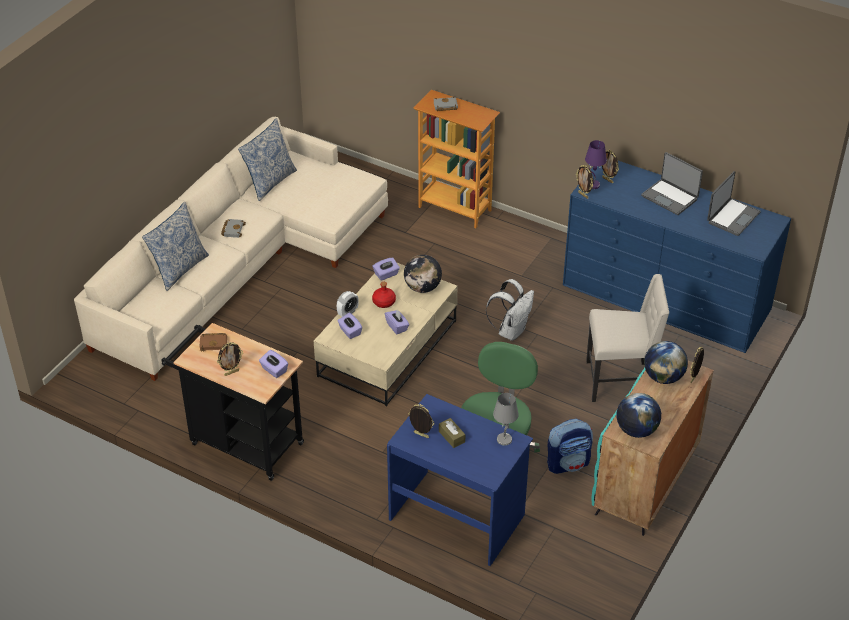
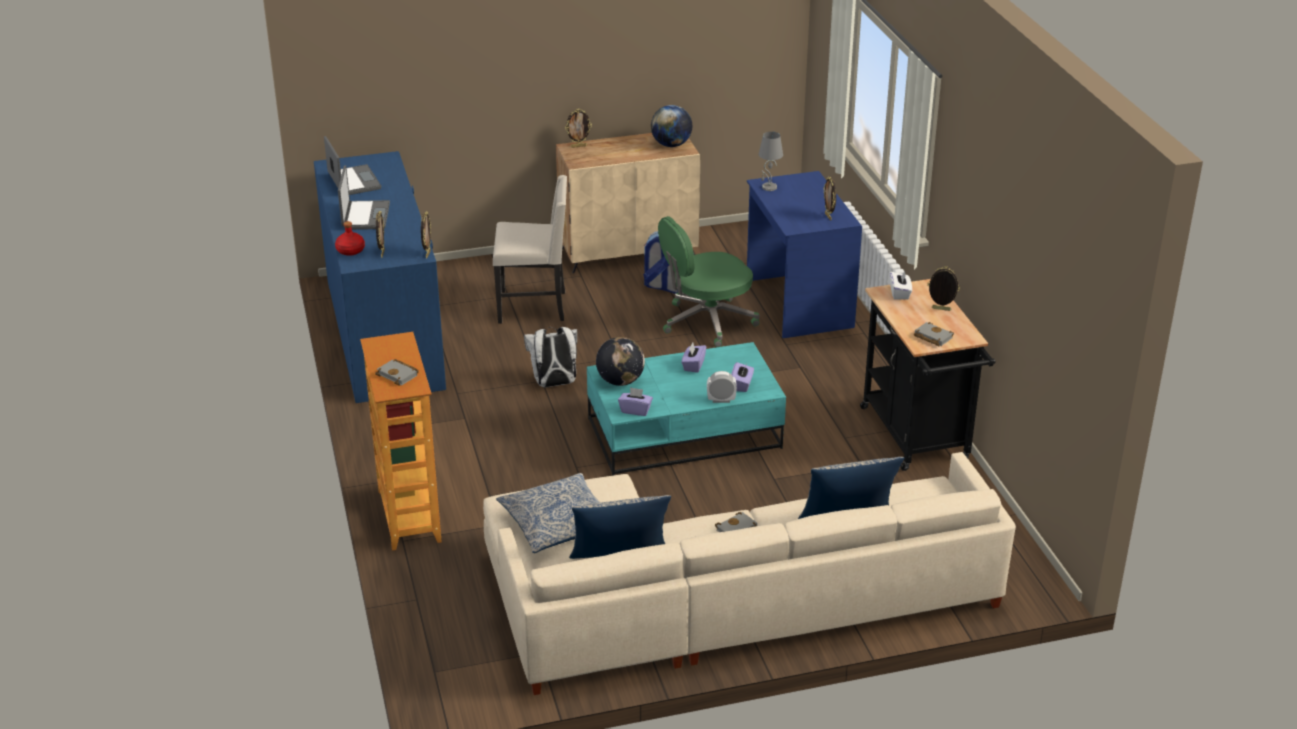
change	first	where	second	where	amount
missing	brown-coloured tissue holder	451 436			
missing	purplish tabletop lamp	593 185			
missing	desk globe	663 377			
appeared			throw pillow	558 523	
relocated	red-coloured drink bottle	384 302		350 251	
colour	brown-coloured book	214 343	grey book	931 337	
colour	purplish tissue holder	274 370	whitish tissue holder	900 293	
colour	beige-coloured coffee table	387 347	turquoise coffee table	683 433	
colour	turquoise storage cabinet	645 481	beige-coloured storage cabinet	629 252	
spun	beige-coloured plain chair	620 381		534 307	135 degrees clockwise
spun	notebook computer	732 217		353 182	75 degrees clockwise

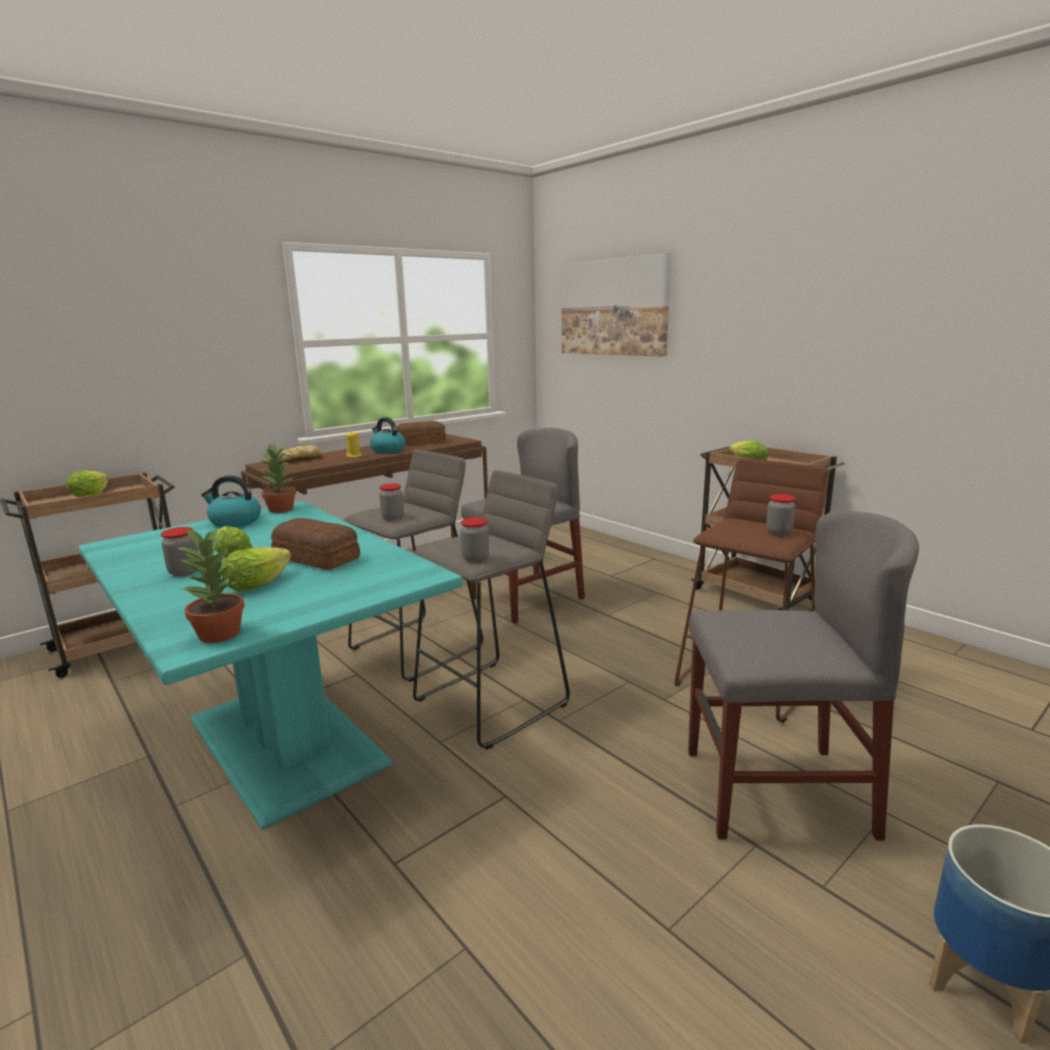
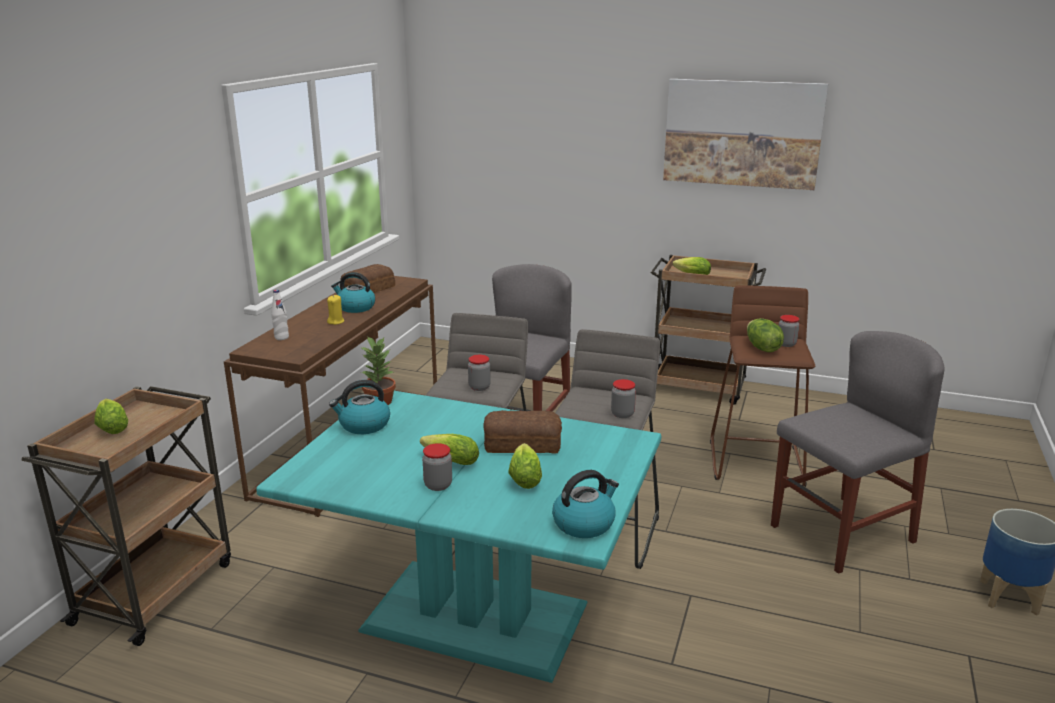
change	first	where	second	where	amount
appeared			head of lettuce	761 348	
relocated	wall picture	613 307		742 133	
exchanged	houseplant	220 633	kettle	584 523	
exchanged	bakery bread	297 460	whitish drink bottle	281 337	

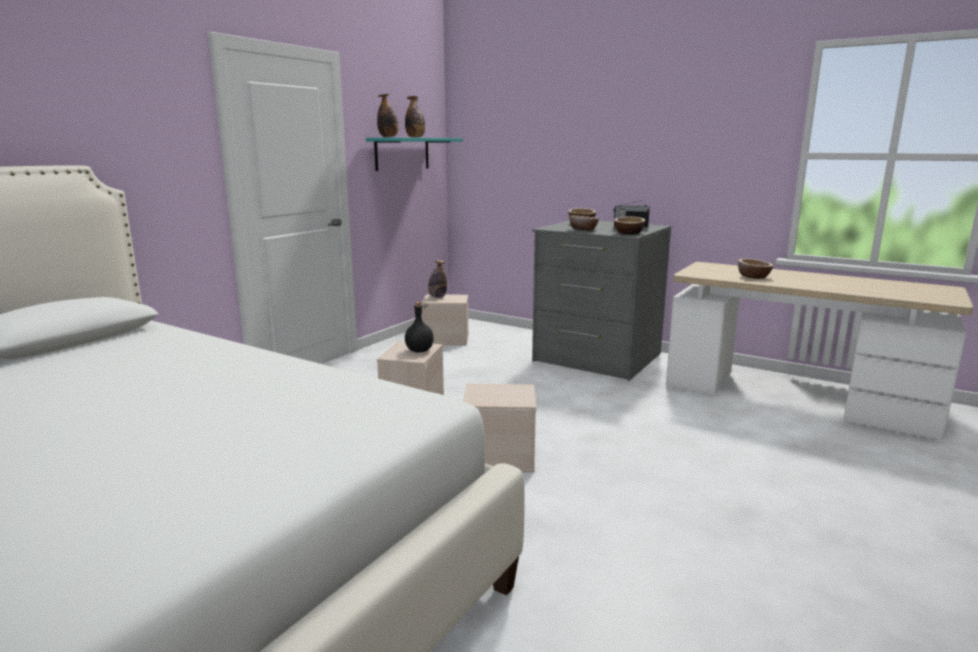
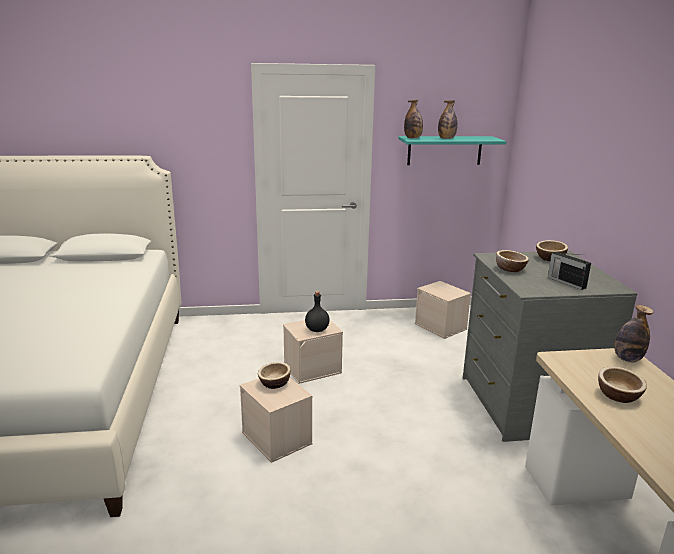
change	first	where	second	where	amount
relocated	drink bottle	437 297		627 359	
relocated	deep dish	628 233		274 383	

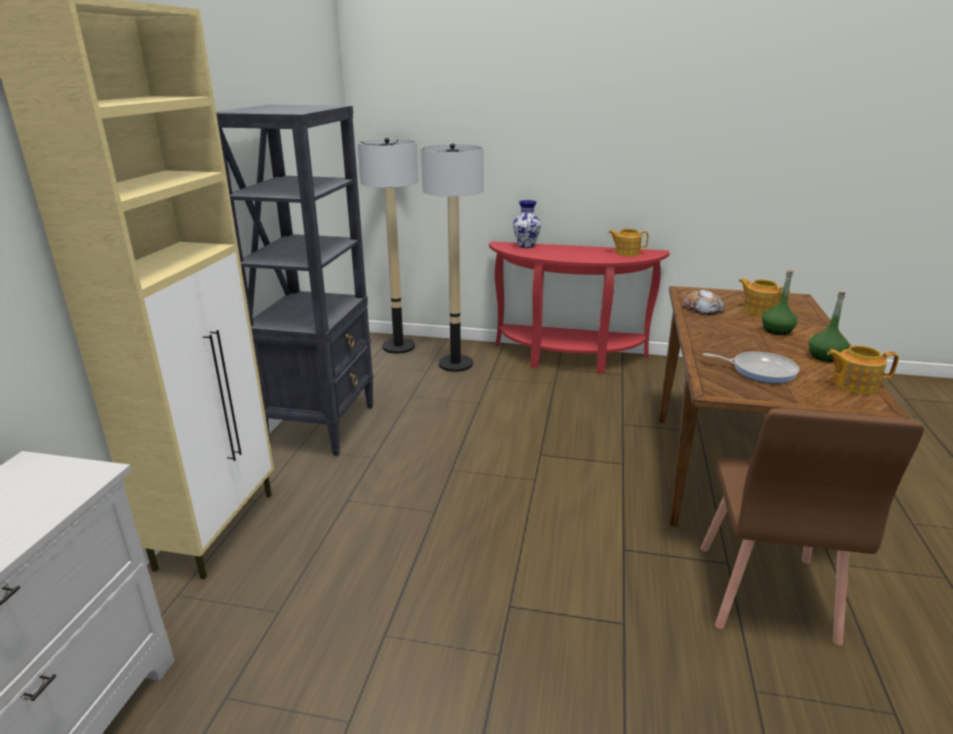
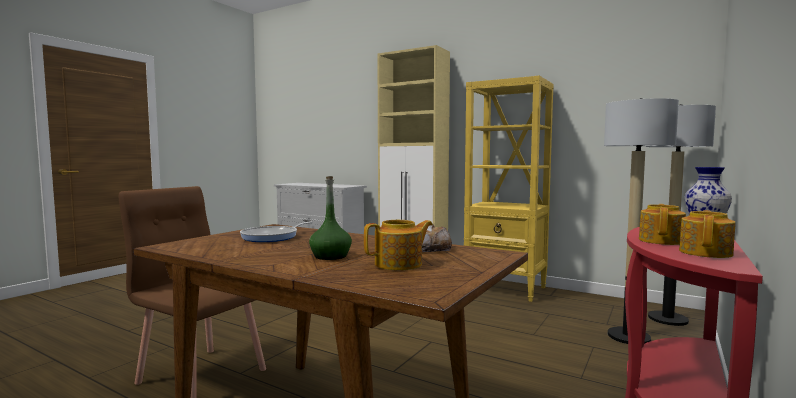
change	first	where	second	where	amount
missing	green-coloured drink bottle	825 356			
relocated	pot for tea	854 384		661 241	
colour	black-coloured shelving unit	322 425	yellow-coloured shelving unit	506 289	

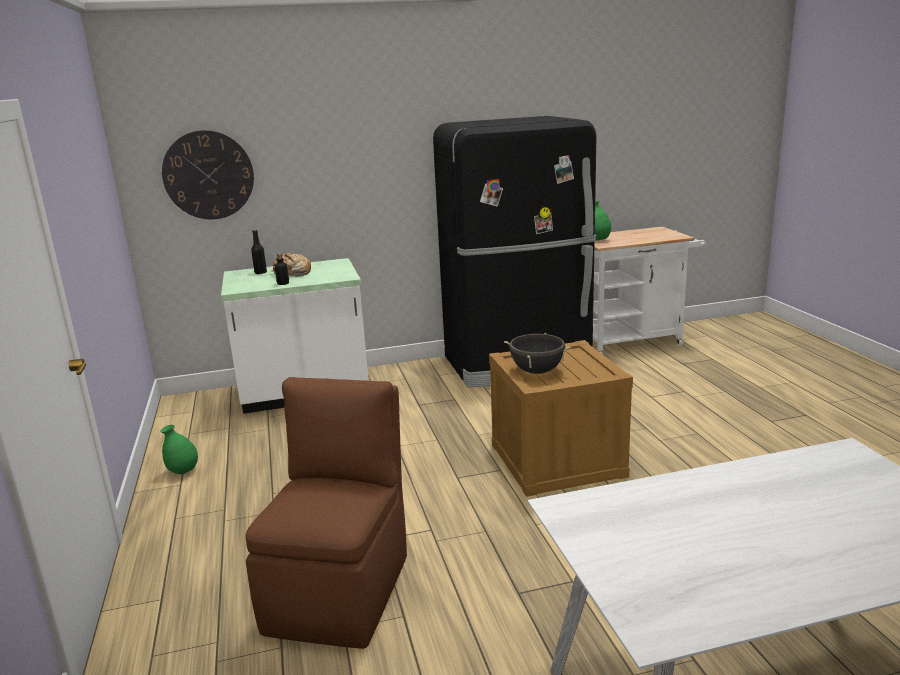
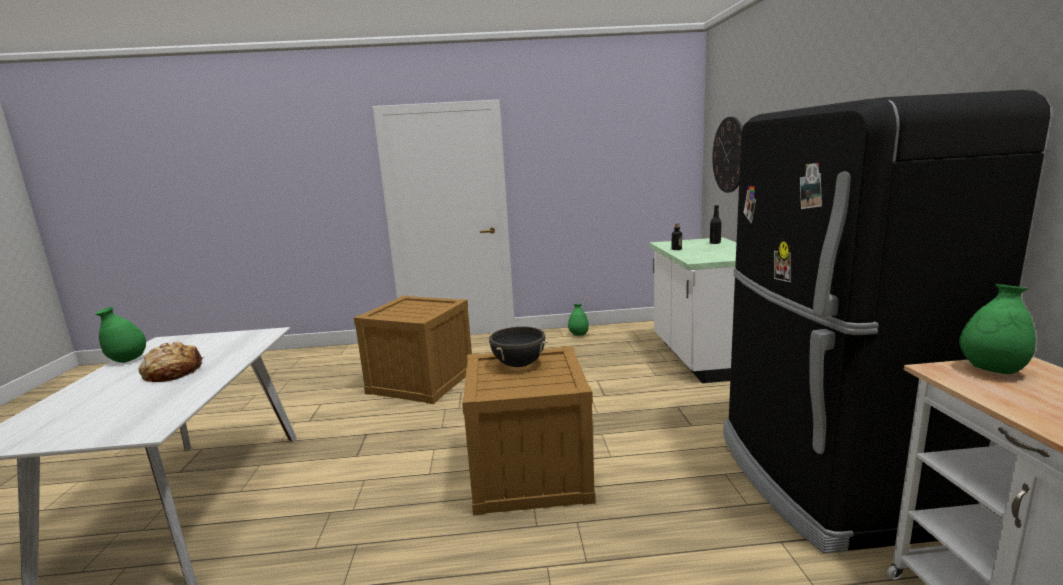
change	first	where	second	where	amount
appeared			green-coloured decorative vase	128 360	
relocated	bakery bread	292 273		173 372	
exchanged	brown-coloured plain chair	341 590	packing crate	421 382	

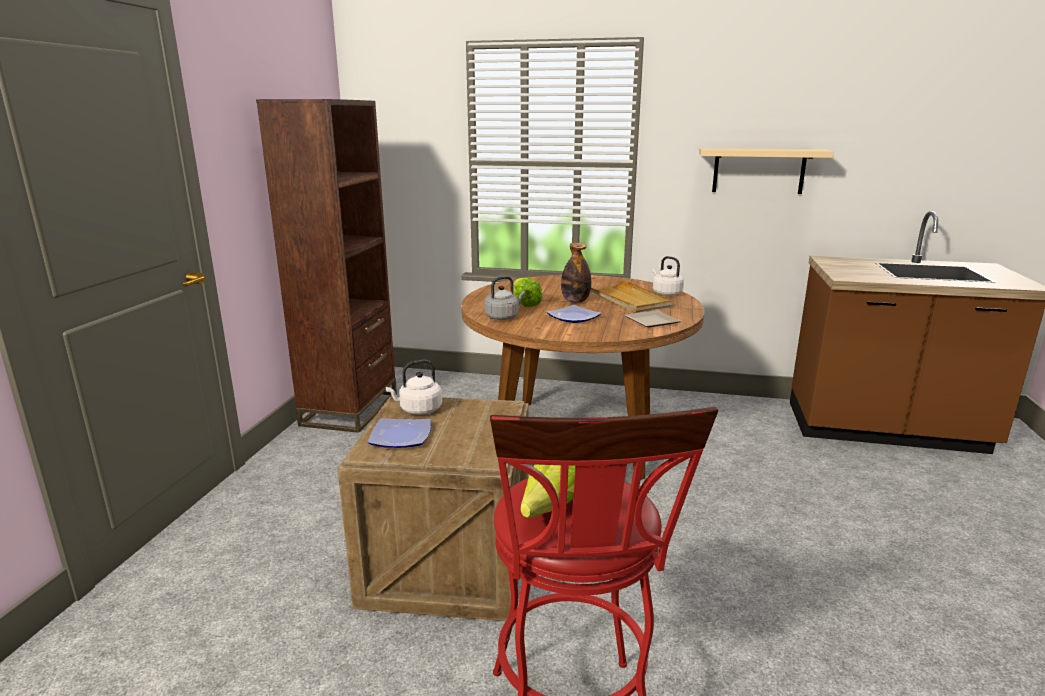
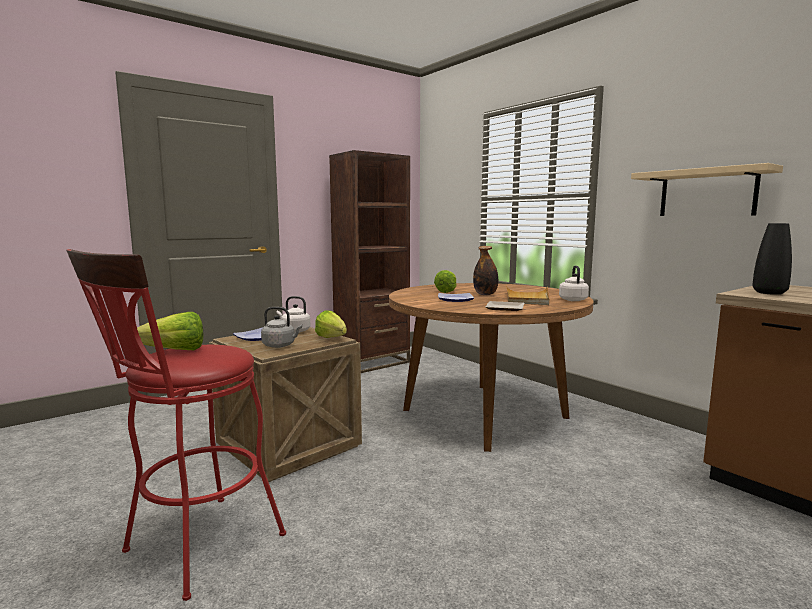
change	first	where	second	where	amount
appeared			head of lettuce	333 339	
appeared			black-coloured decorative vase	769 293	
relocated	grey kettle	503 317		280 345	

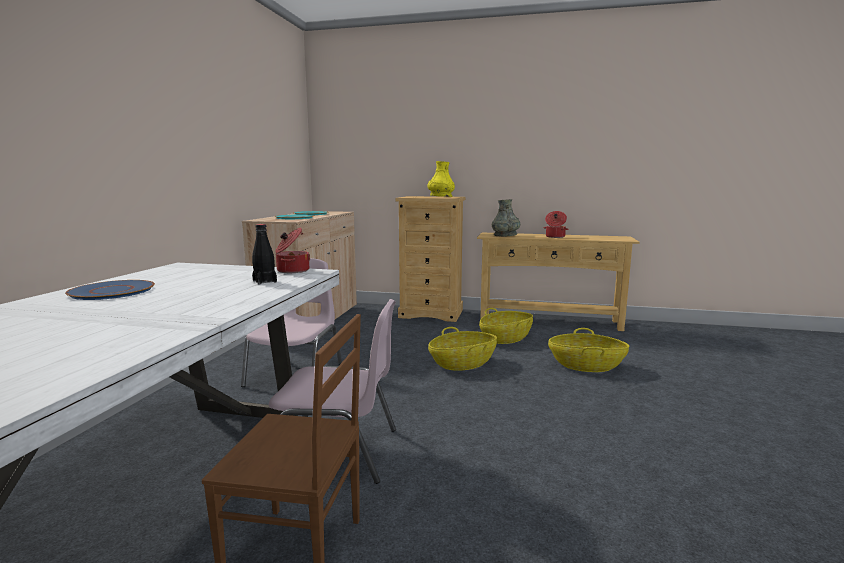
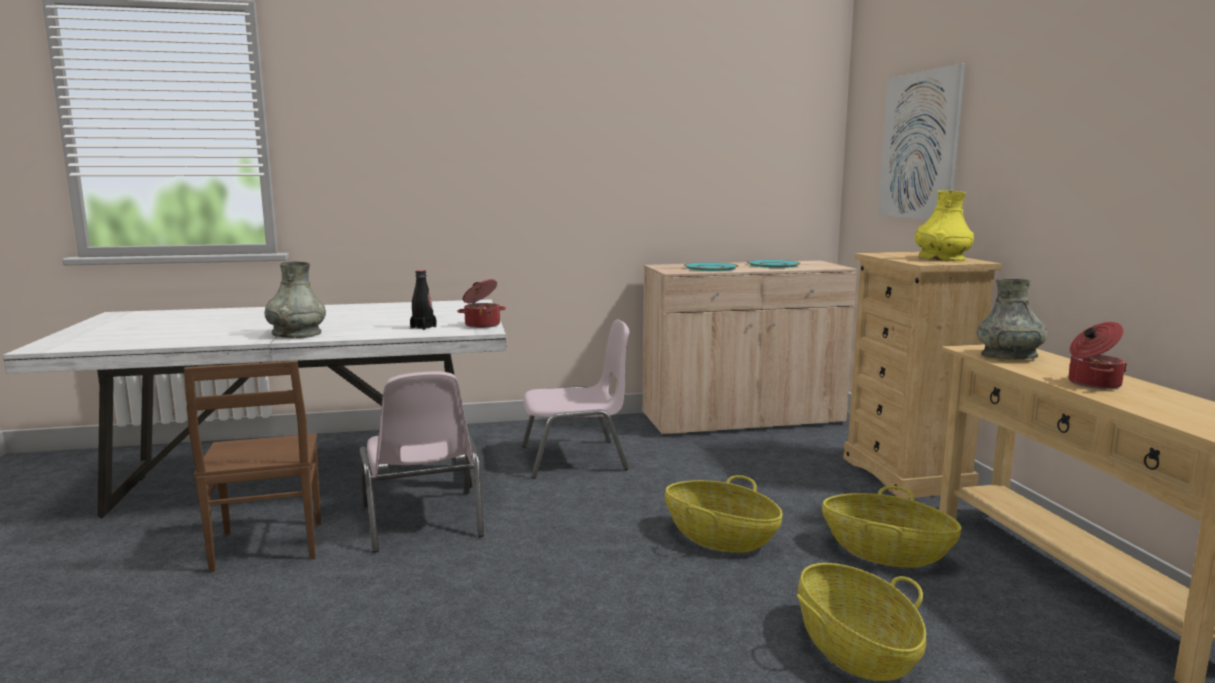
change	first	where	second	where	amount
missing	bluish plate	112 291			
appeared			grey decorative vase	297 334	
appeared			wall picture	919 146	

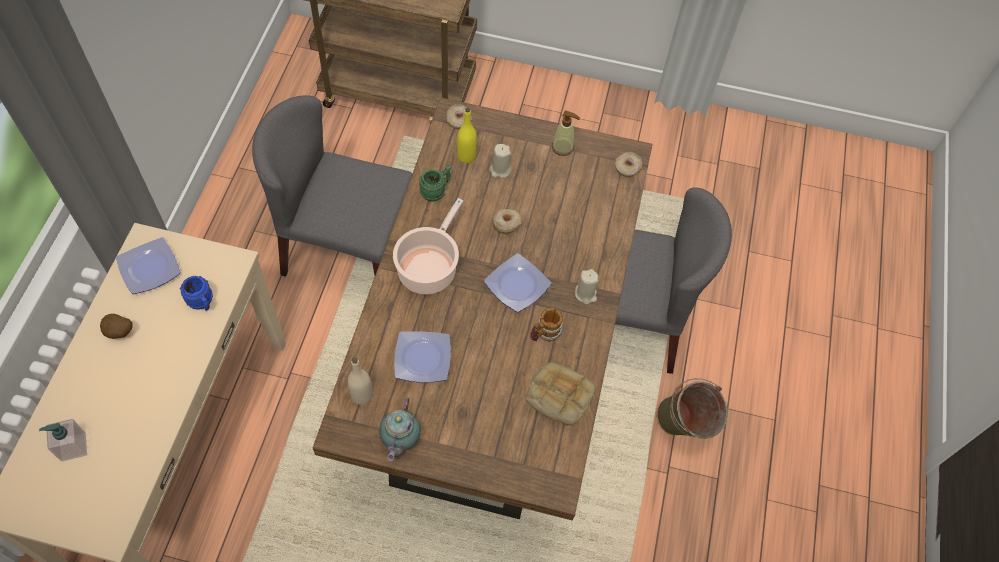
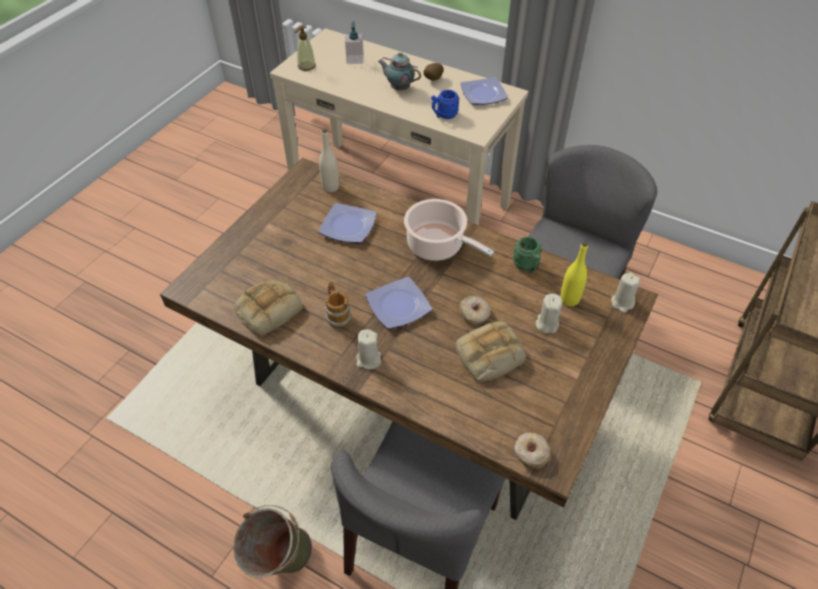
change	first	where	second	where	amount
appeared			bakery bread	489 356	
relocated	pot for tea	400 441		399 88	
relocated	soap bottle	562 147		306 66	
exchanged	doughnut	458 120	beige-coloured wax candle	622 303	

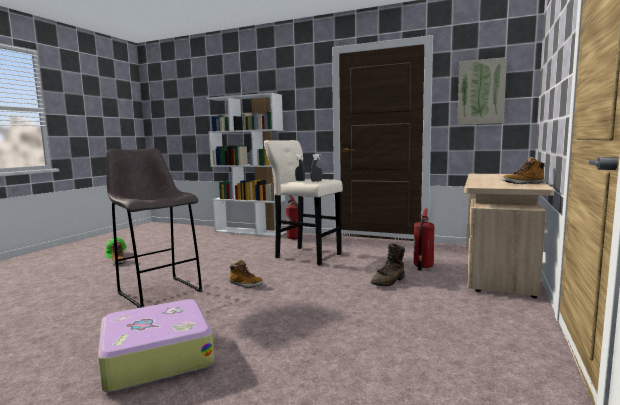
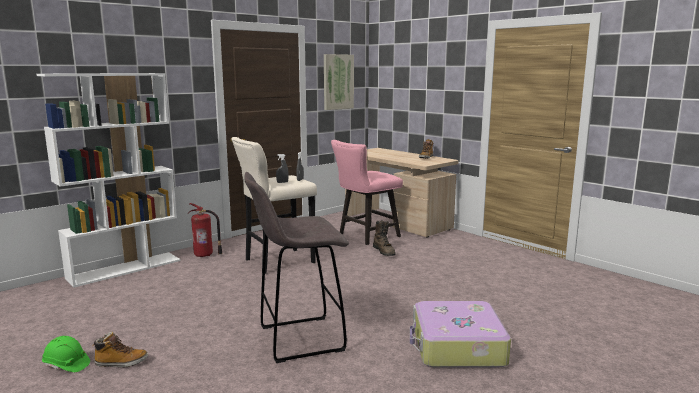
change	first	where	second	where	amount
missing	tall boot	245 284			
exchanged	fire-fighting cylinder	422 266	pink-coloured plain chair	365 236	

